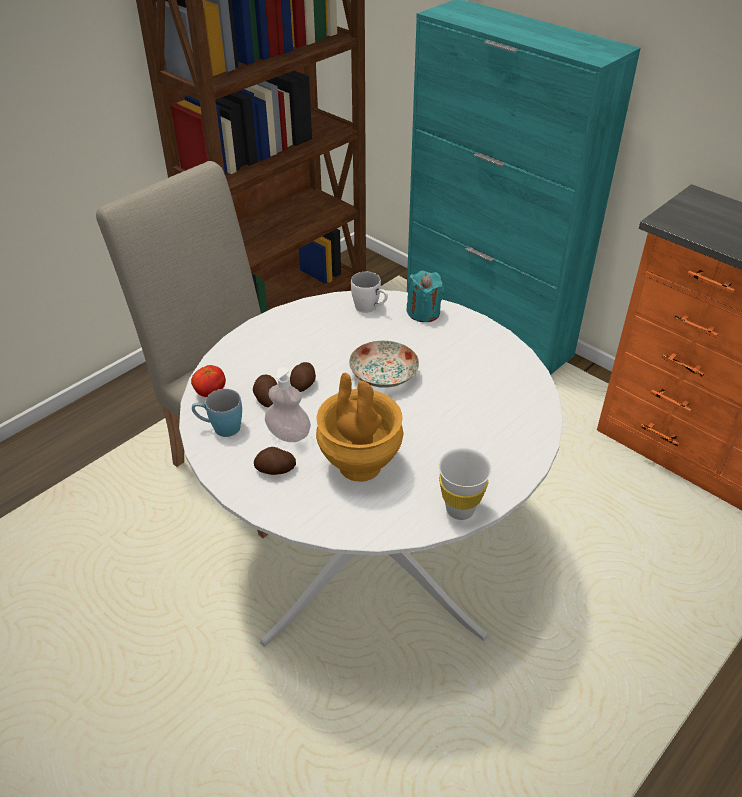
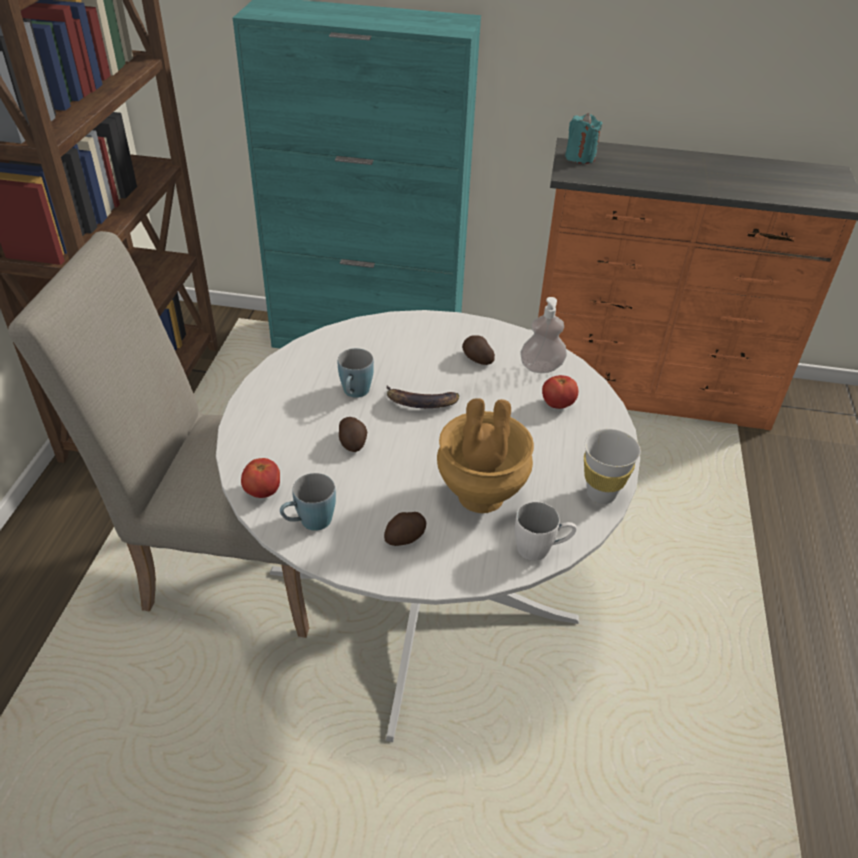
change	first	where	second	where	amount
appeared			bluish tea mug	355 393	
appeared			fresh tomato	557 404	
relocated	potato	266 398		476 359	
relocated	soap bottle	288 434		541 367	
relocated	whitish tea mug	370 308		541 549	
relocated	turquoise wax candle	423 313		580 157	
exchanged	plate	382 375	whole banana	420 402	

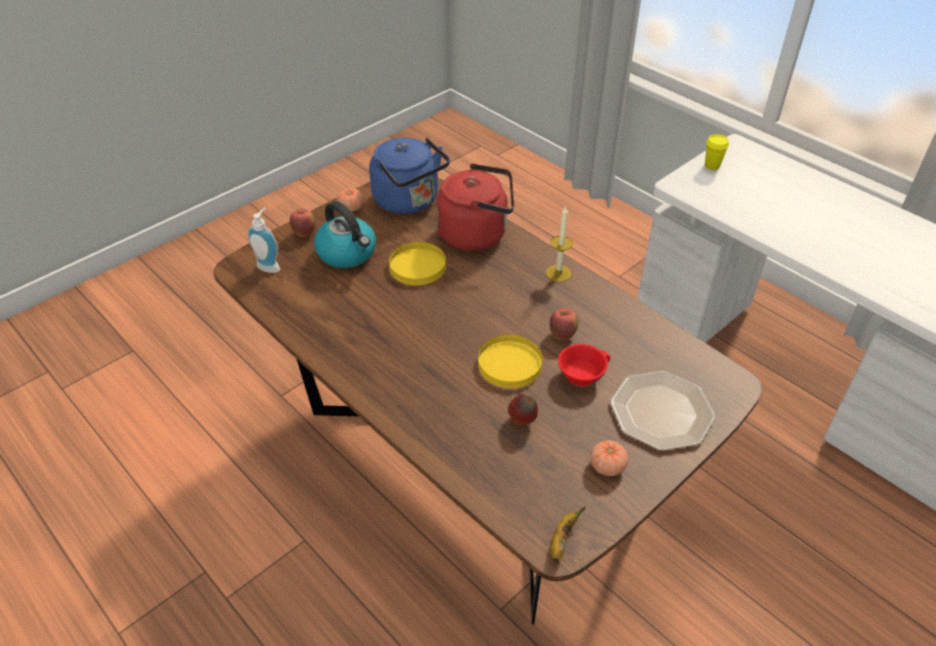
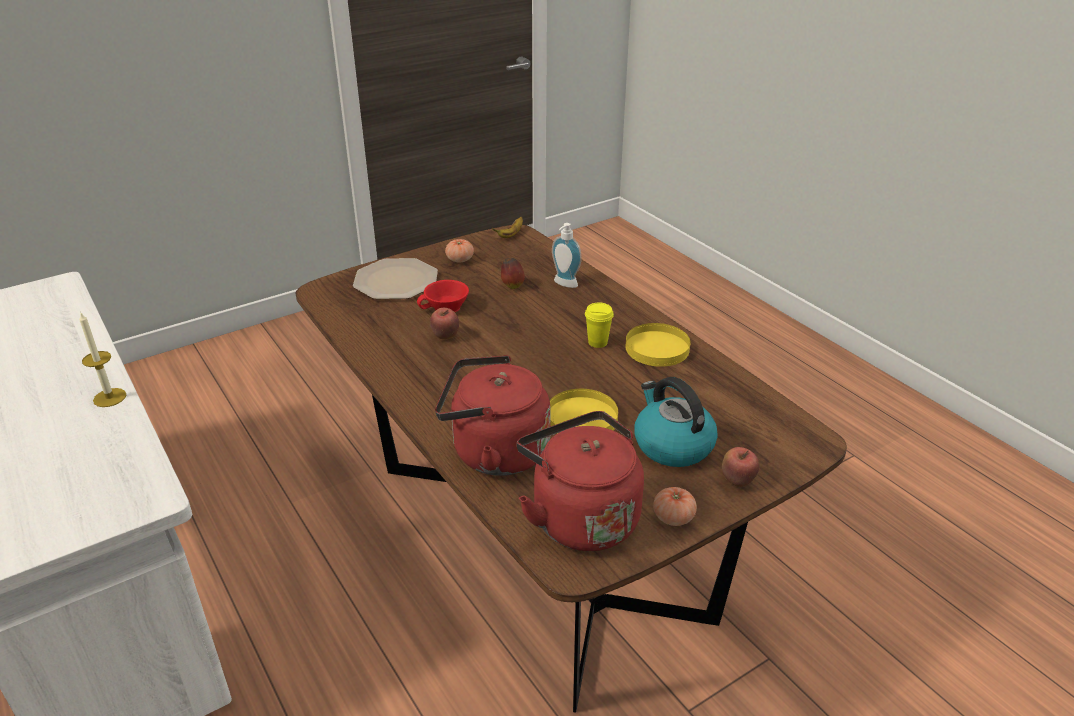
change	first	where	second	where	amount
relocated	soap bottle	270 265		564 284	
relocated	yellow-coloured plate	510 364		656 348	
relocated	wax candle	558 273		109 397	
relocated	yellow-coloured drinking cup	712 166		597 342	
colour	bluish kettle	409 202	red-coloured kettle	580 517	

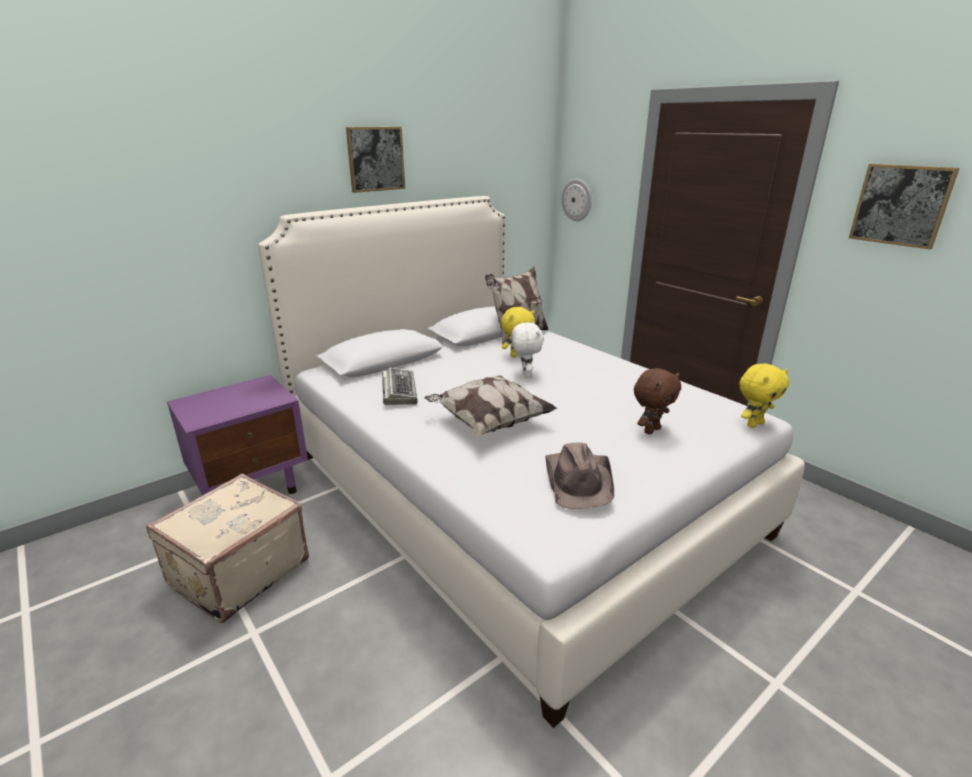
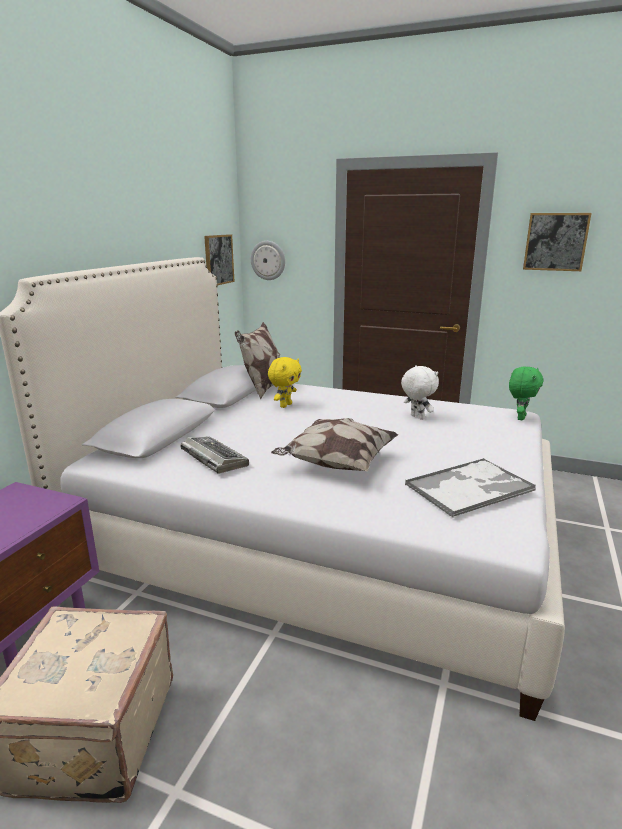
change	first	where	second	where	amount
missing	brown-coloured cuddly toy	651 430			
relocated	wall picture	375 159		218 260	
relocated	whitish cuddly toy	525 374		416 417	
exchanged	brown-coloured clothing hat	579 480	carrying tray	470 487	
colour	yellow-coloured cuddly toy	754 424	green-coloured cuddly toy	520 417	

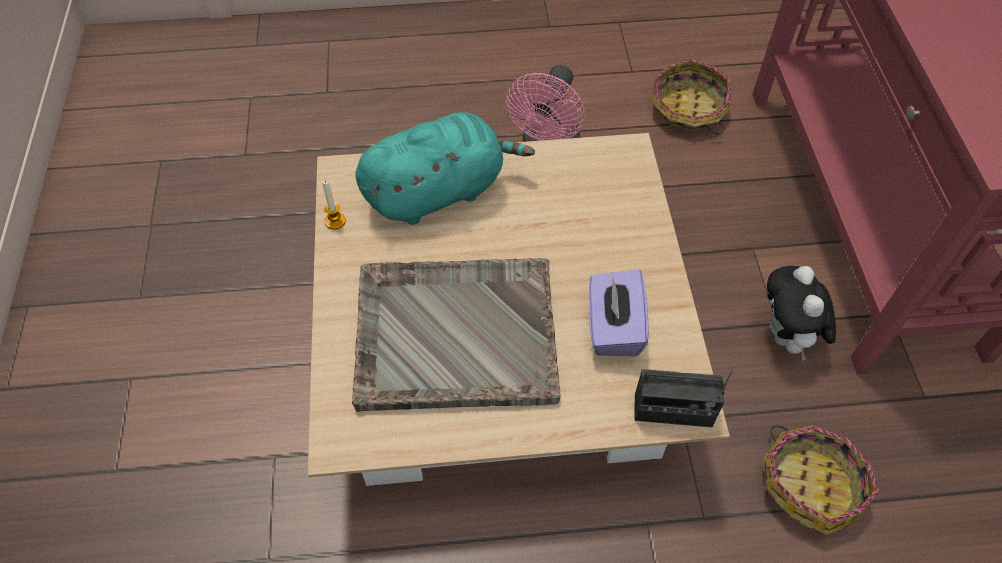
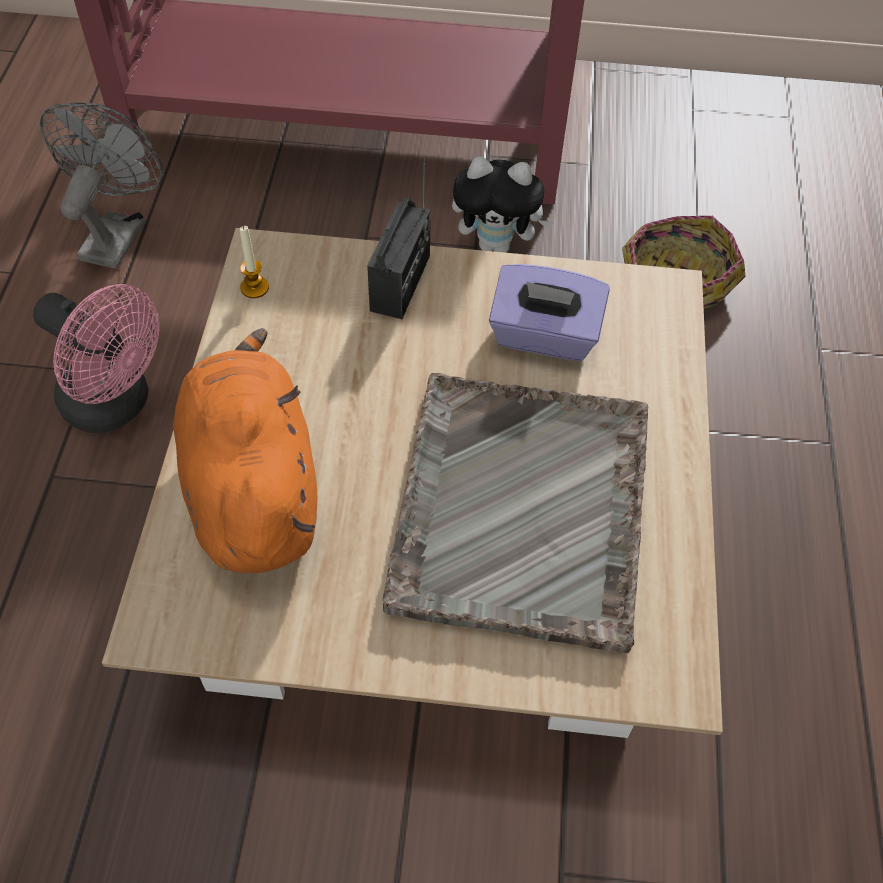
change	first	where	second	where	amount
relocated	wax candle	335 221		254 287	
relocated	radio set	673 411		401 283	
exchanged	household basket	688 110	grey fan	117 233	
colour	turquoise cuddly toy	439 191	orange cuddly toy	252 488	

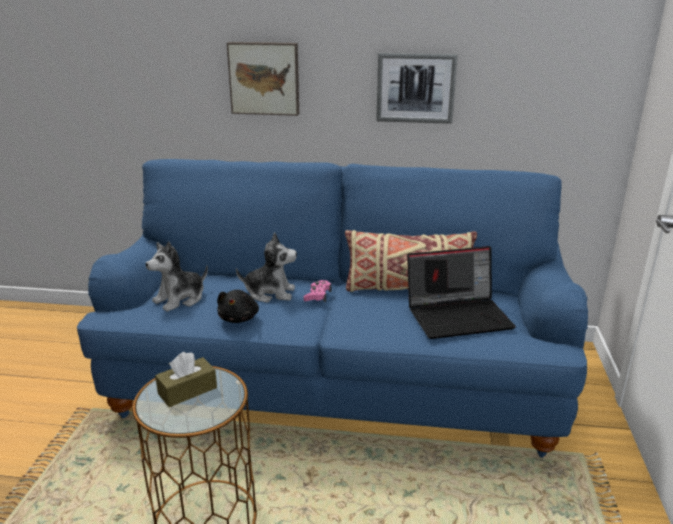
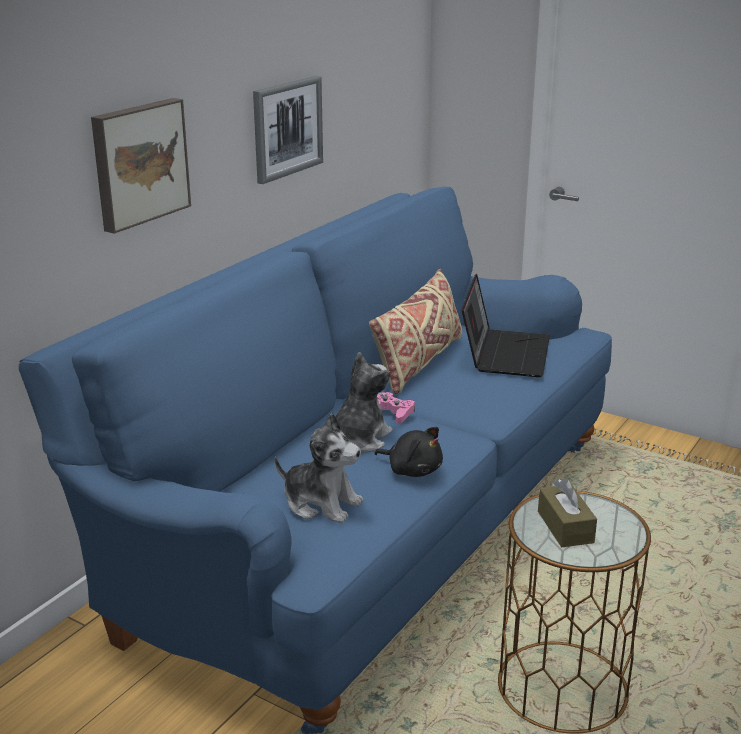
change	first	where	second	where	amount
spun	cuddly toy	180 299		321 504	45 degrees counterclockwise

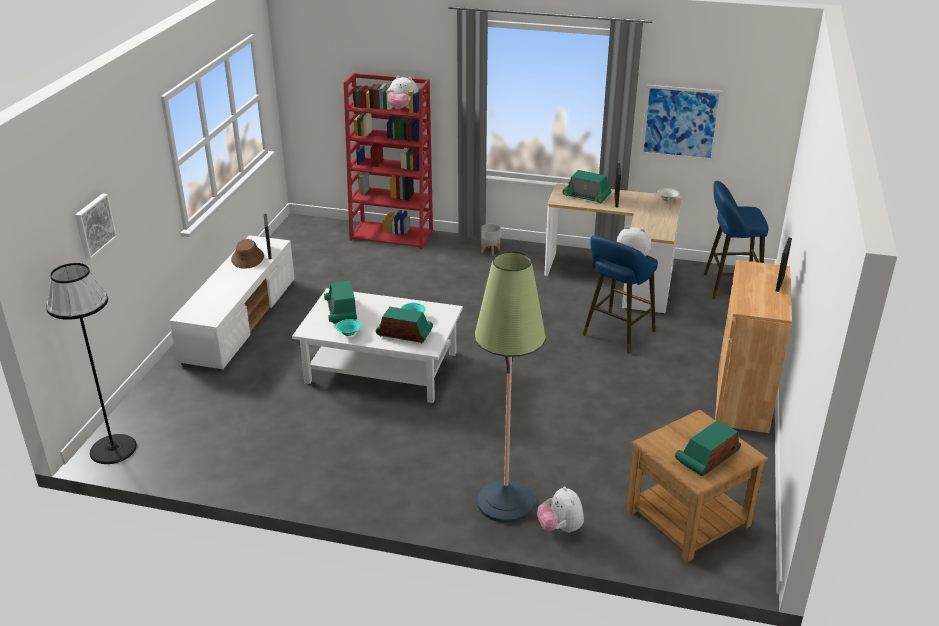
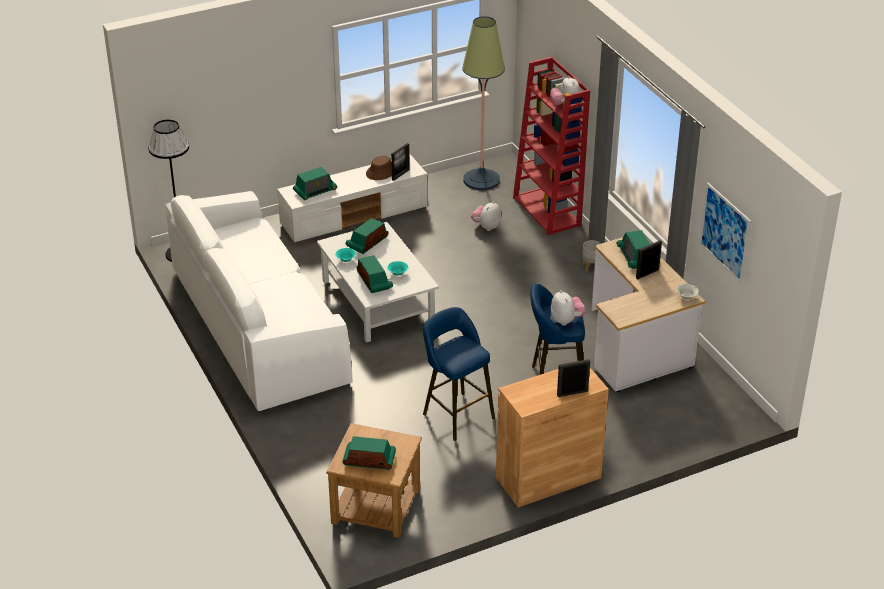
change	first	where	second	where	amount
missing	wall picture	93 225			
appeared			whitish couch	258 326	
appeared			radio set	315 191	
relocated	floor lamp	505 502		481 180	
relocated	cuddly toy	560 528		486 227	
relocated	bluish stool	728 286		456 414	

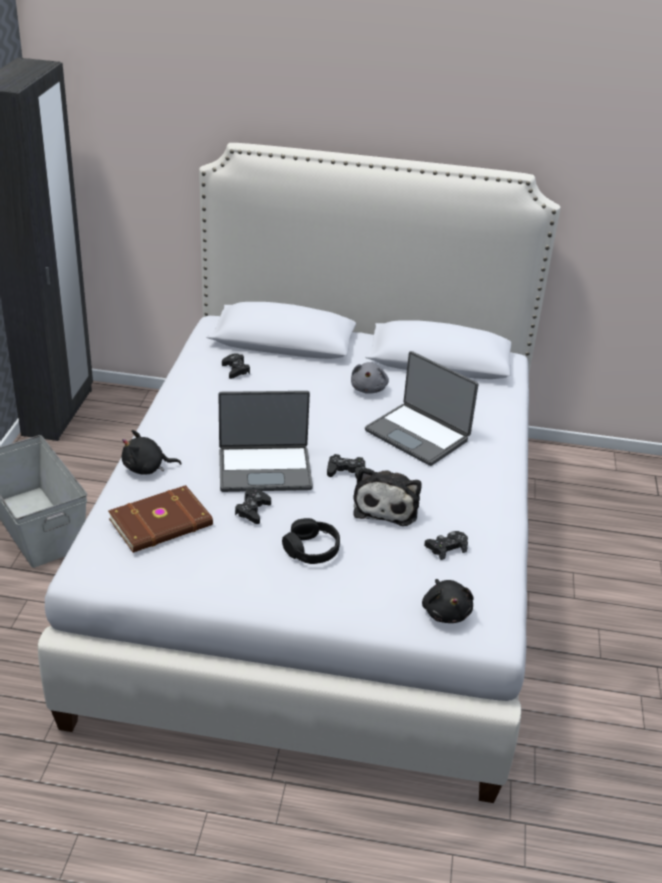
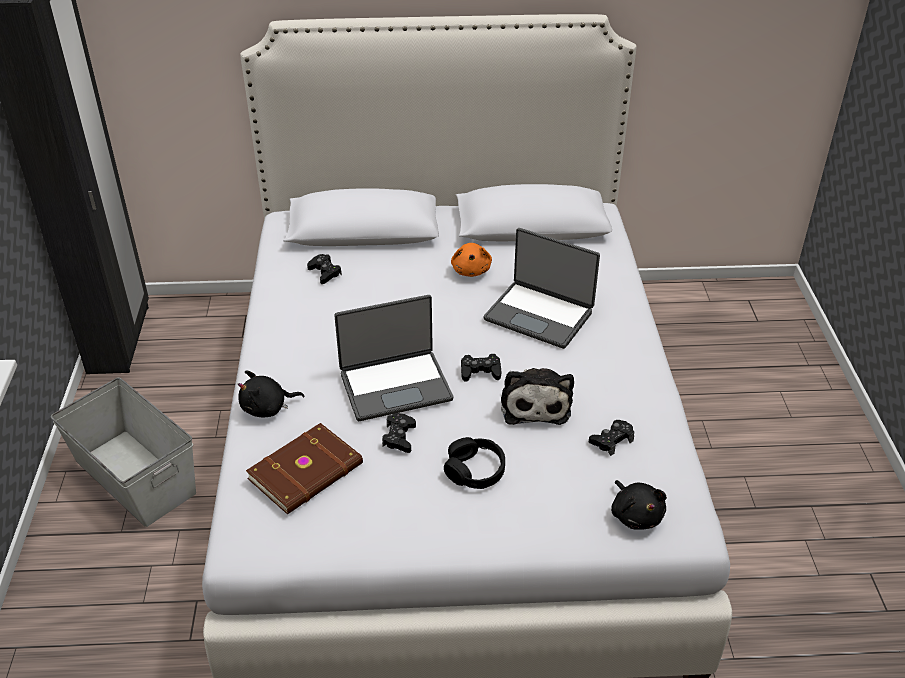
change	first	where	second	where	amount
colour	grey cuddly toy	369 389	orange cuddly toy	471 270	

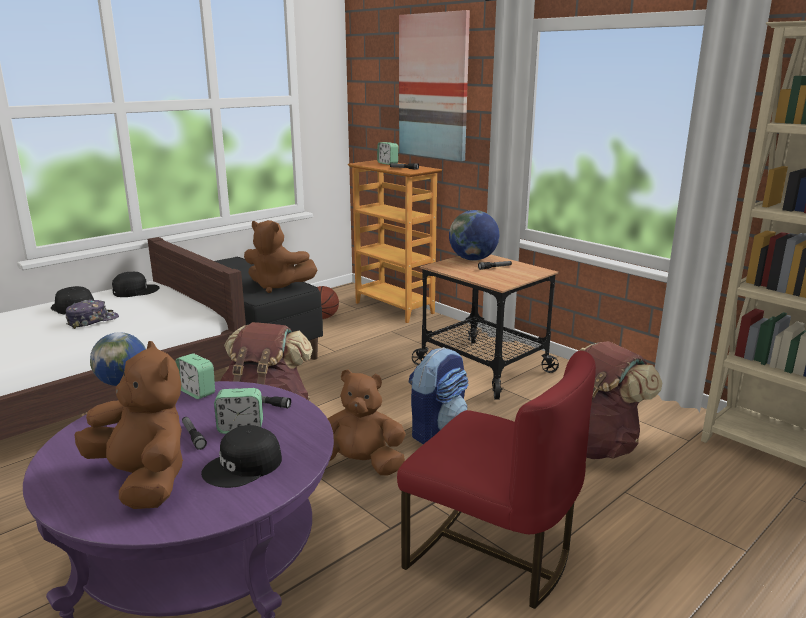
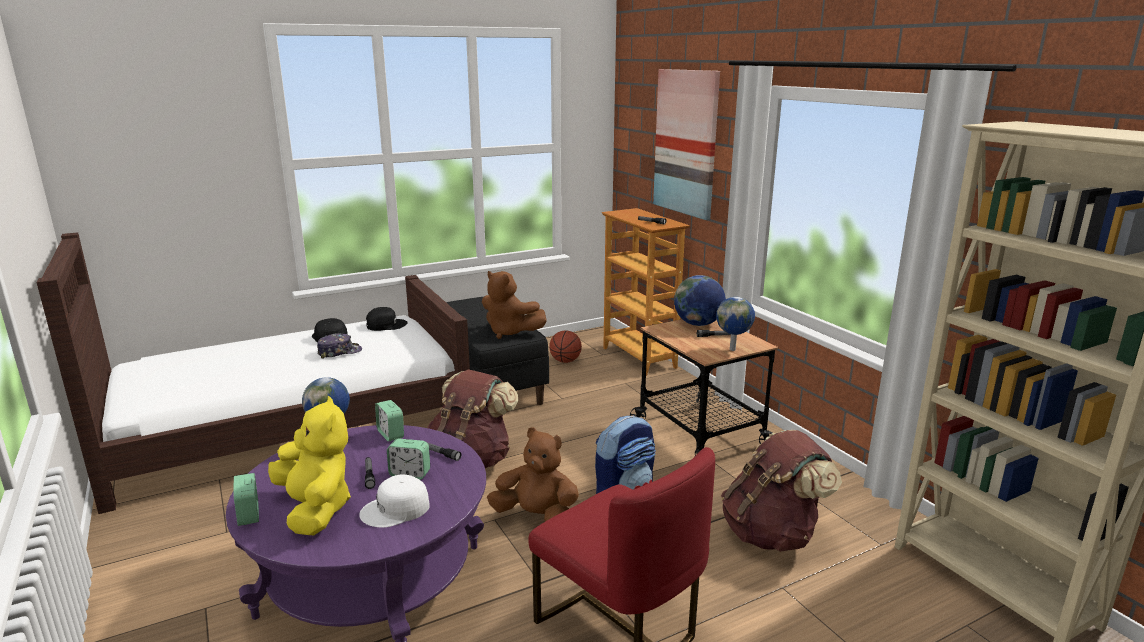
change	first	where	second	where	amount
appeared			desk globe	733 349	
relocated	alarm clock	387 163		249 515	
colour	brown-coloured cuddly toy	144 480	yellow-coloured cuddly toy	315 509	
colour	black-coloured baseball cap	243 466	whitish baseball cap	396 510	

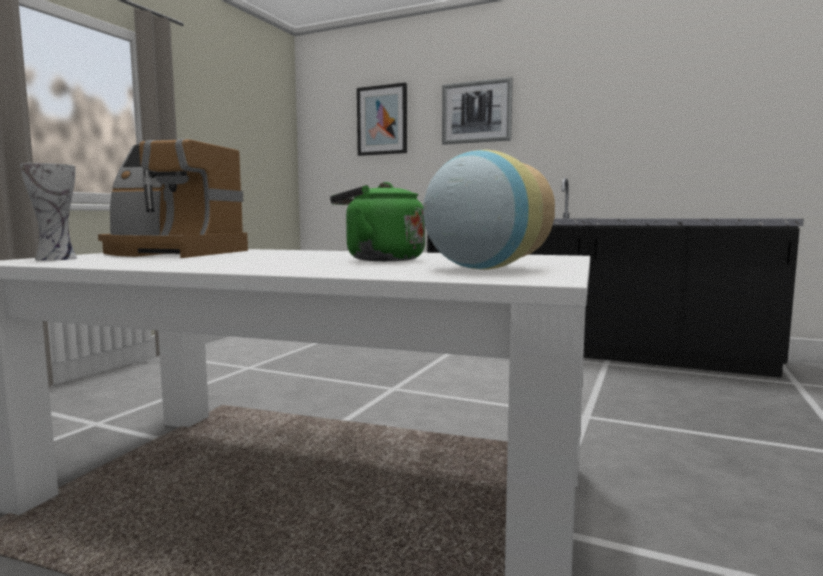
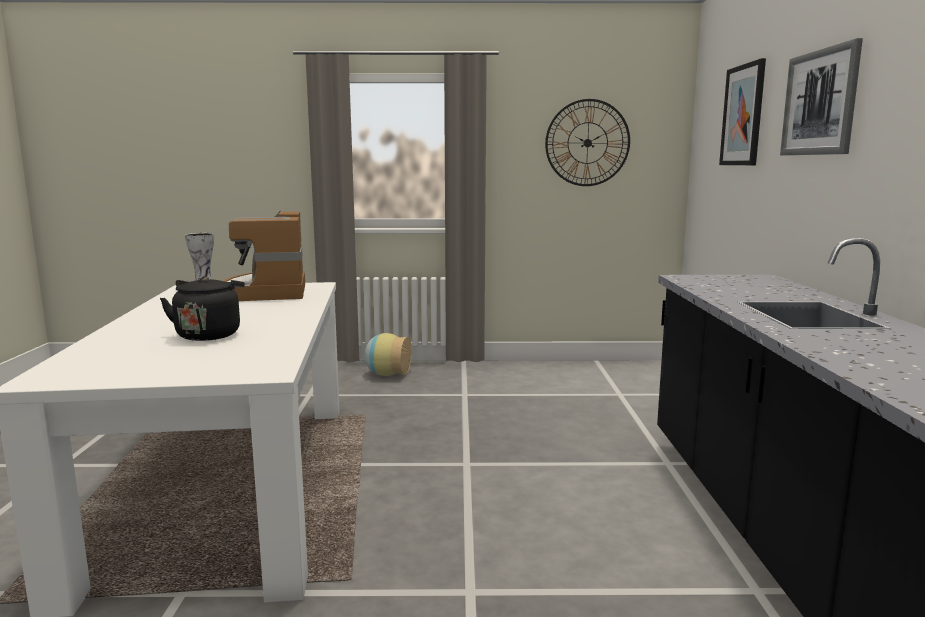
change	first	where	second	where	amount
appeared			hanging clock	587 143	
relocated	decorative vase	482 268		387 374	
colour	green-coloured kettle	380 259	black-coloured kettle	209 334	

